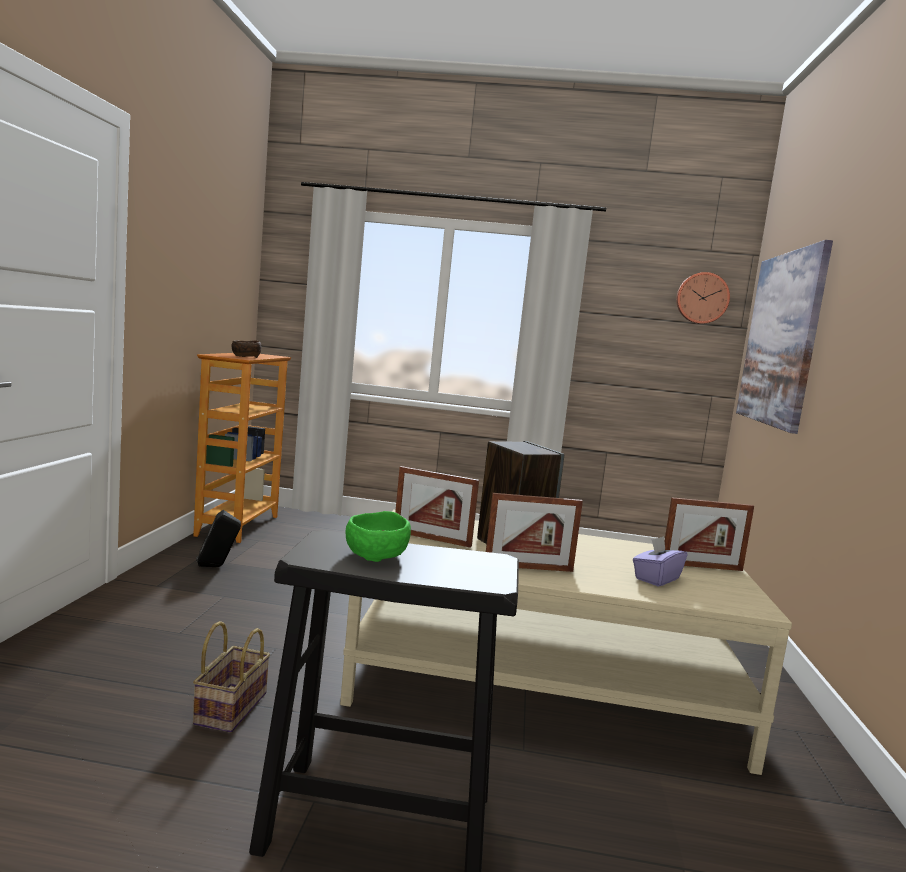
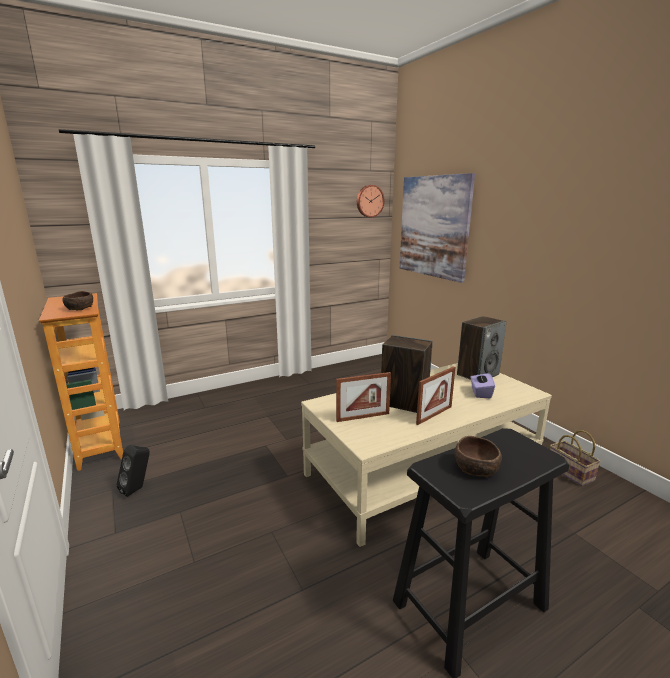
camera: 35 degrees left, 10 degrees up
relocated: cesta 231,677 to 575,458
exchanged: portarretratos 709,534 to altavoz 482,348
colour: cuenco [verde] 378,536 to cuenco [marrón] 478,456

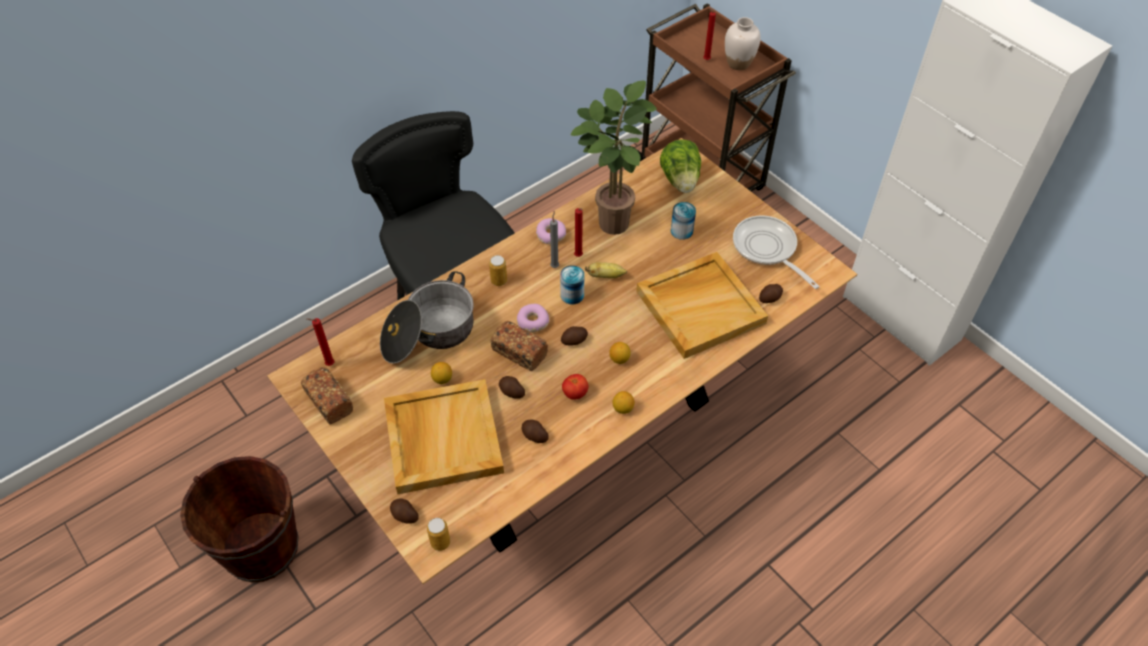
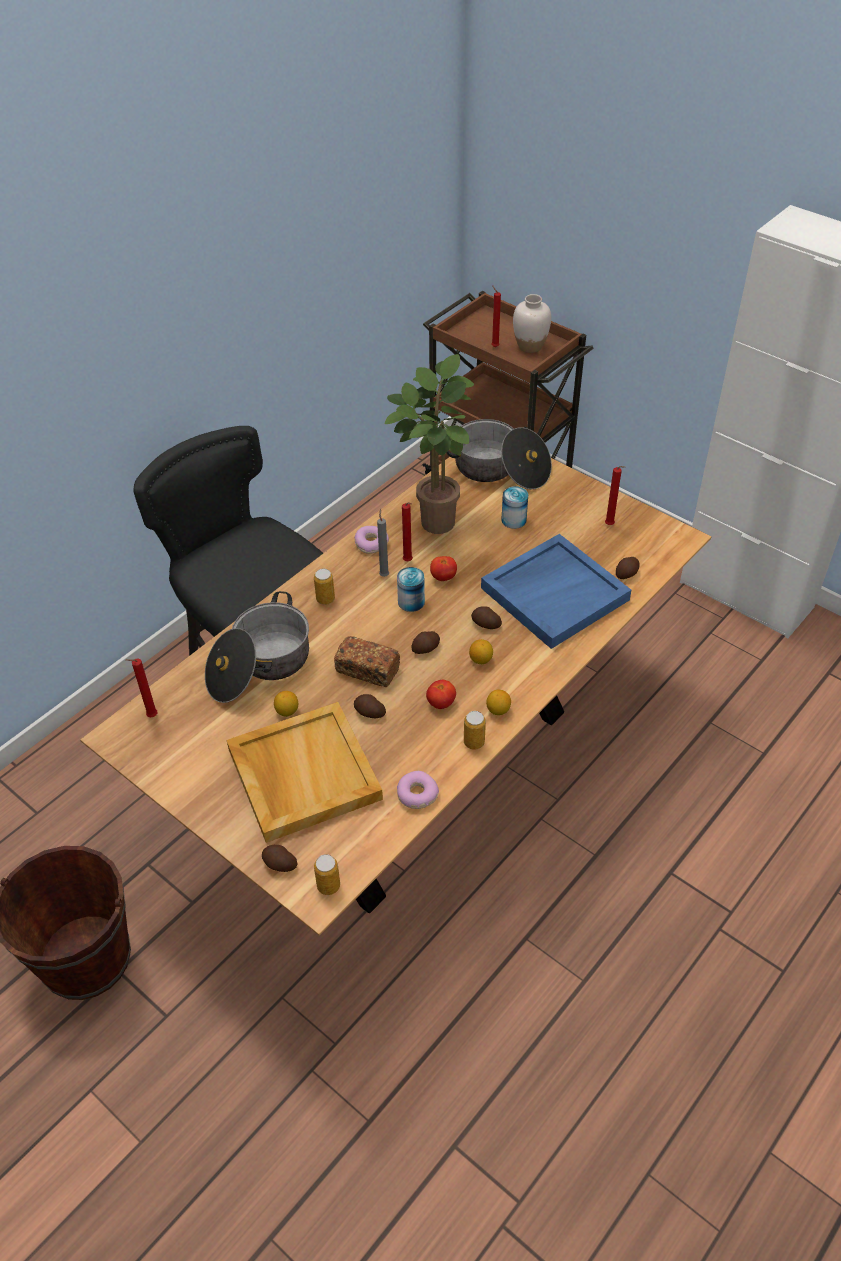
camera: 10 degrees left, 5 degrees down
missing: pan 327,395
appeared: lata 475,730
relocated: rosquilla 533,318 to 418,790; patata 535,431 to 486,617
exchanged: lechuga 680,166 to olla 499,454; sartén 776,252 to vela [rojo] 615,495; plátano 606,270 to tomate 443,568
colour: bandeja [beis] 702,305 to bandeja [azul] 556,591

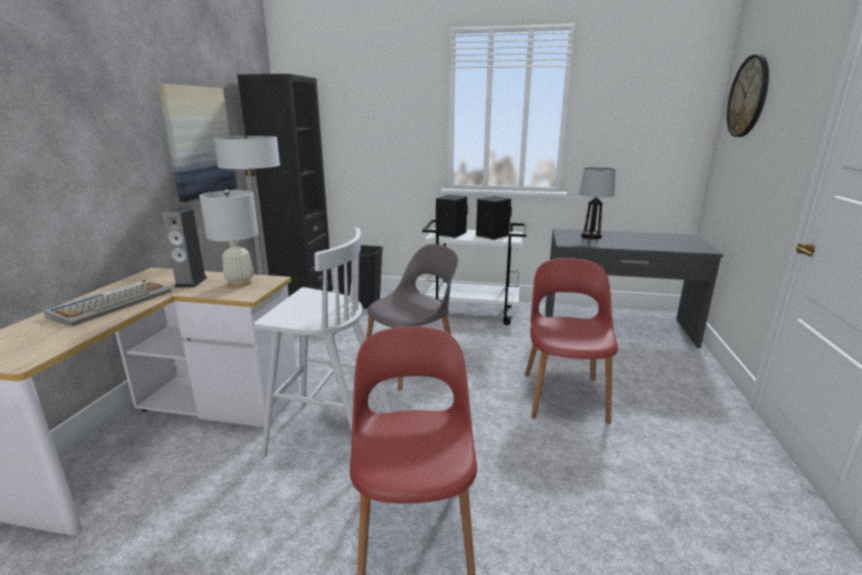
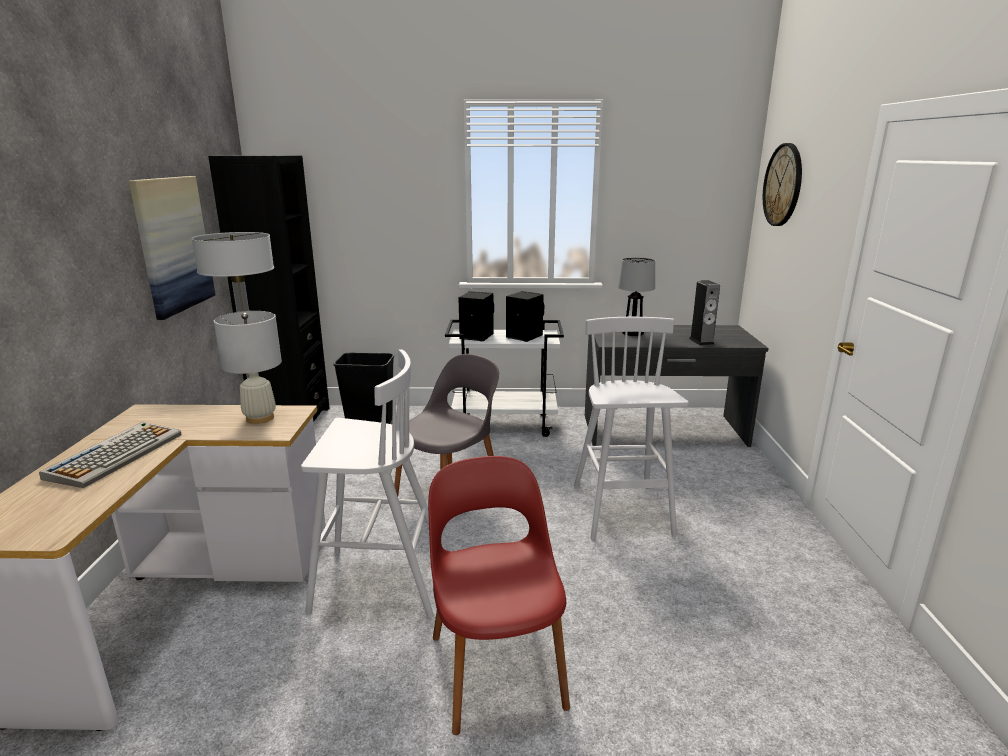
camera: 10 degrees left, 0 degrees up
relocated: altavoz 184,247 to 704,312
exchanged: silla [rojo] 571,341 to taburete [blanco] 631,428

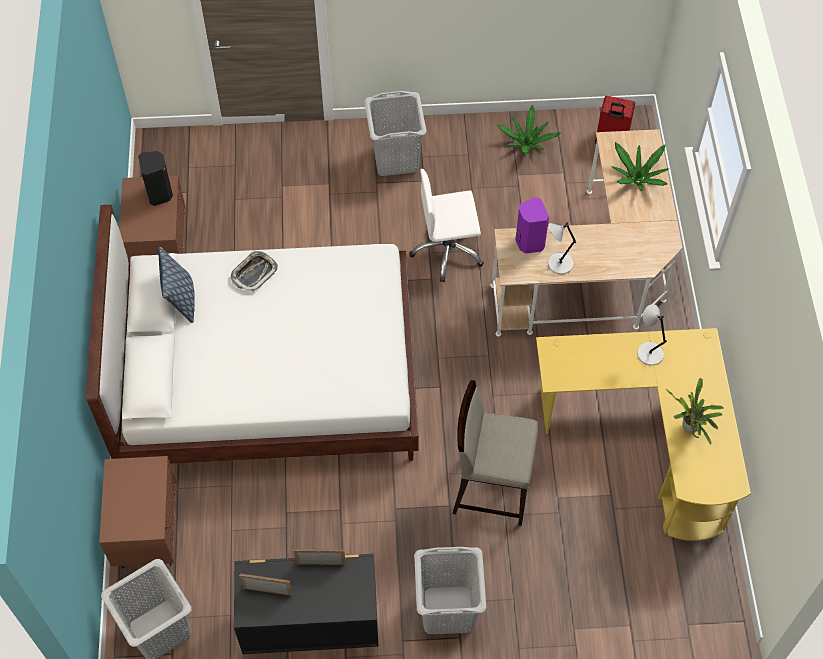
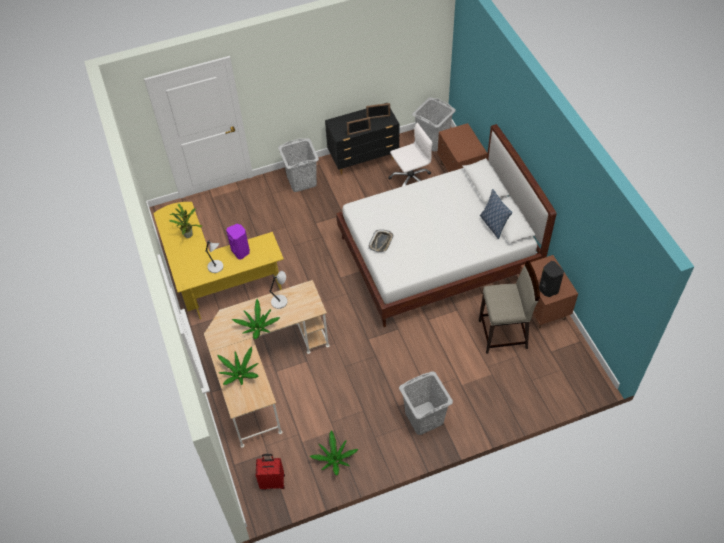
camera: 165 degrees right, 5 degrees down
appeared: planta en maceta 256,319
relocated: silla de oficina [blanco] 446,225 to 410,154; altavoz [morado] 532,225 to 238,241; bandeja 254,271 to 381,240; taburete [beis] 495,453 to 509,307

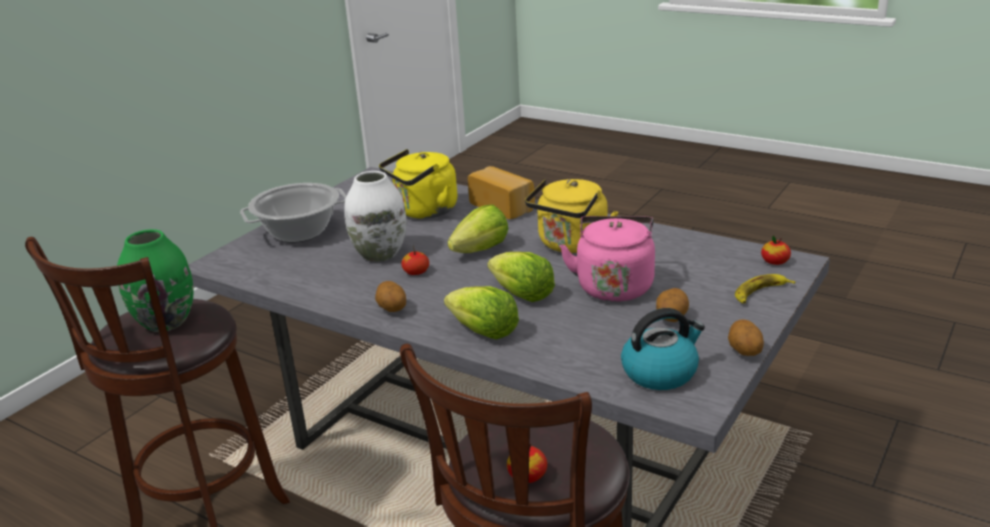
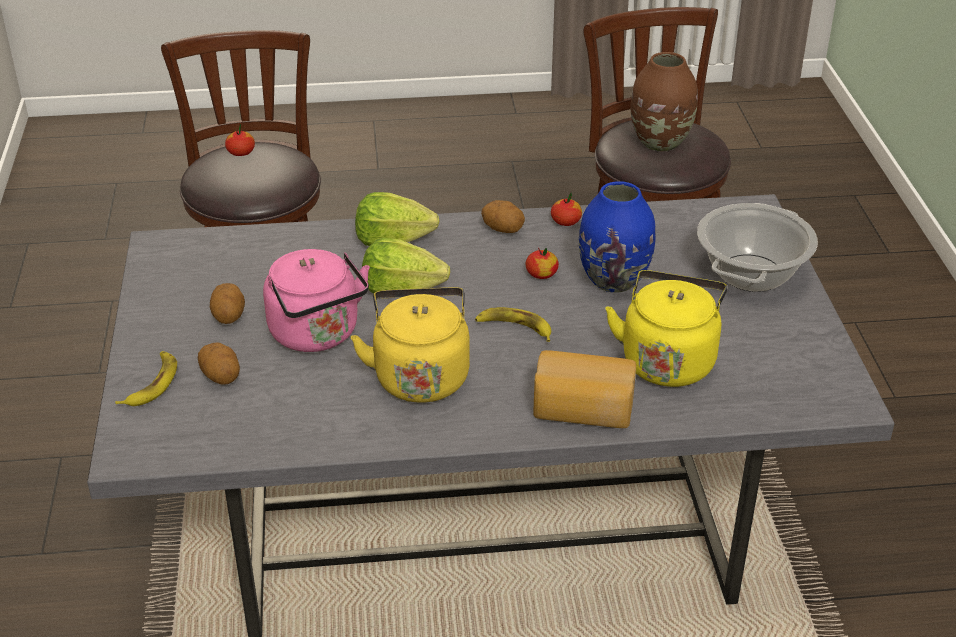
camera: 140 degrees right, 10 degrees up
missing: hervidor 663,349
relocated: manzana 776,250 to 566,209; patata 746,337 to 219,363
exchanged: lechuga 478,229 to plátano 513,324
colour: florero [blanco] 375,216 to florero [azul] 617,237; florero [verde] 155,280 to florero [marrón] 664,102

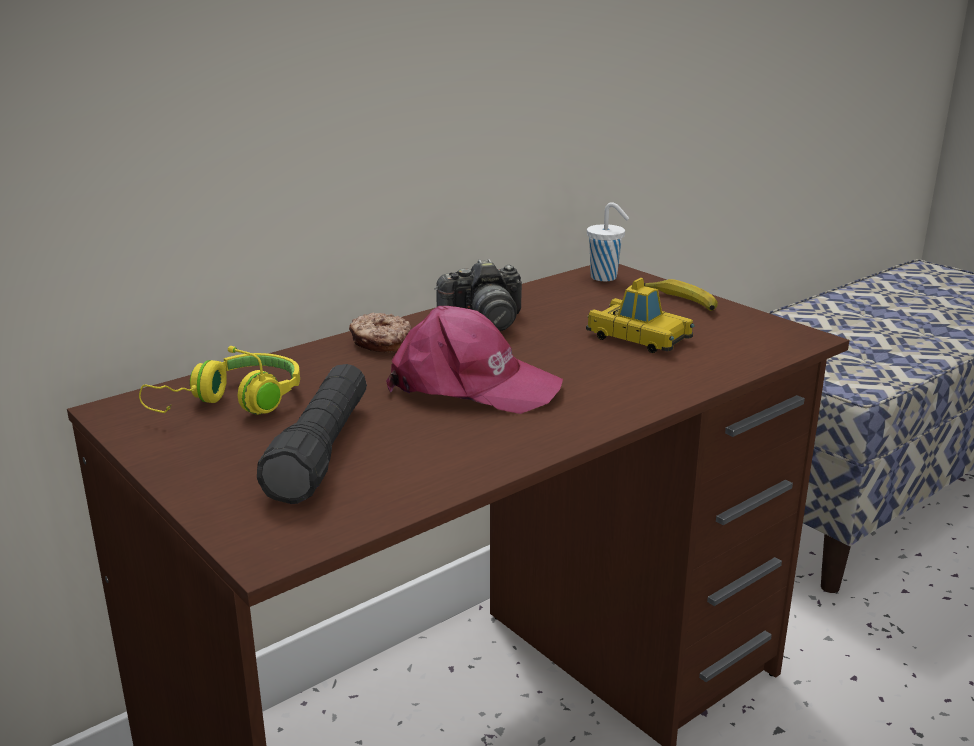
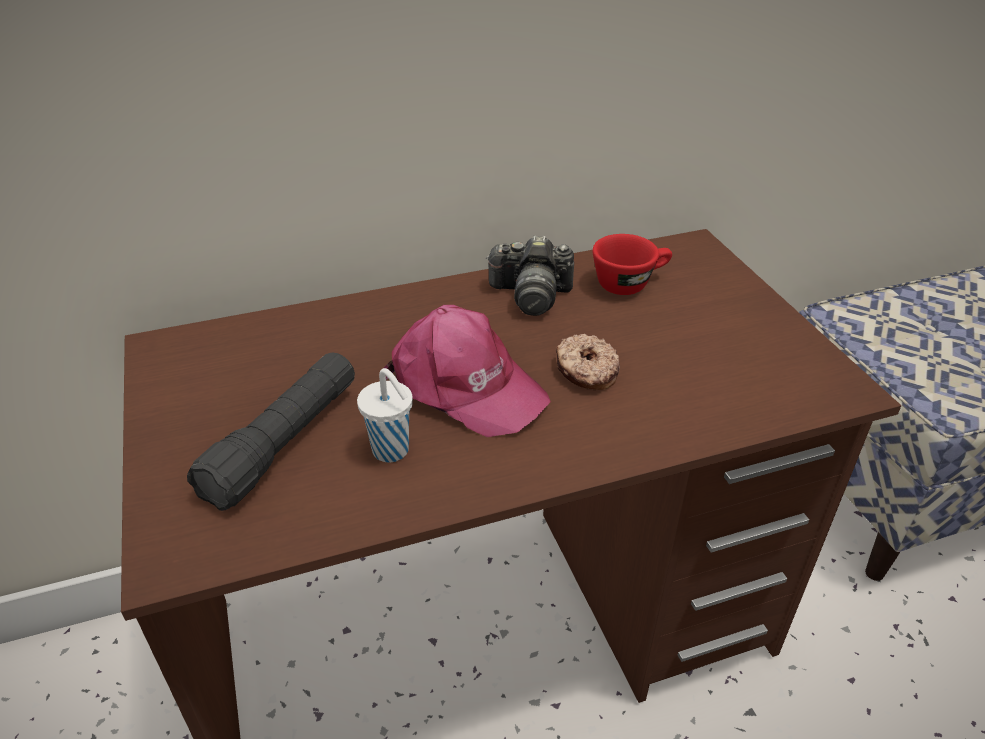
camera: 20 degrees right, 15 degrees up
missing: coche de juguete 640,315; plátano 681,295; auriculares [amarillo] 219,380
appeared: taza [rojo] 632,264
relocated: taza [blanco] 608,241 to 385,415; rosquilla 380,332 to 588,362

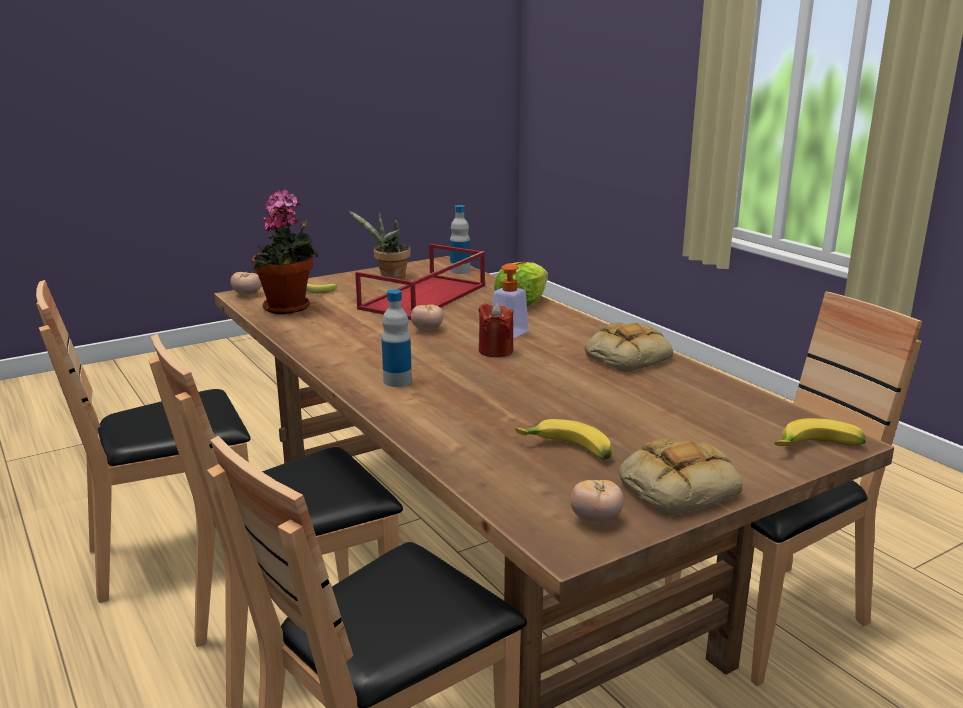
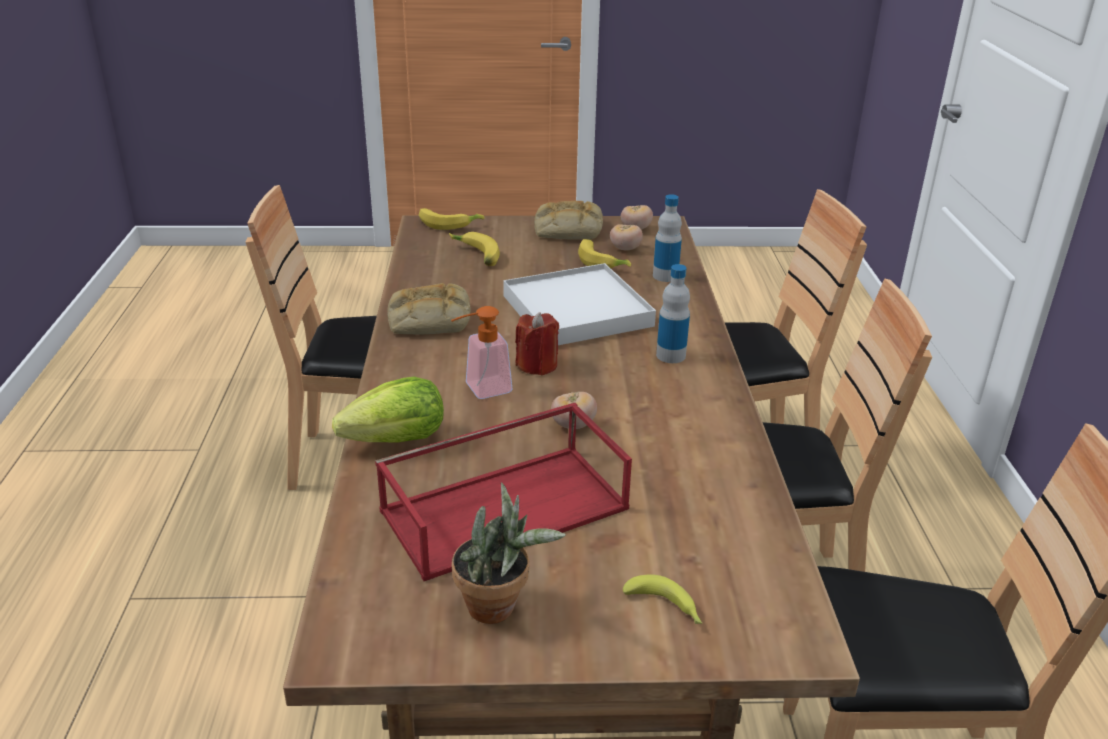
camera: 150 degrees left, 10 degrees up
missing: planta en maceta 285,251
appeared: plátano 474,249; bandeja [blanco] 579,304
relocated: botella 460,239 to 667,238; tomate 246,283 to 626,237

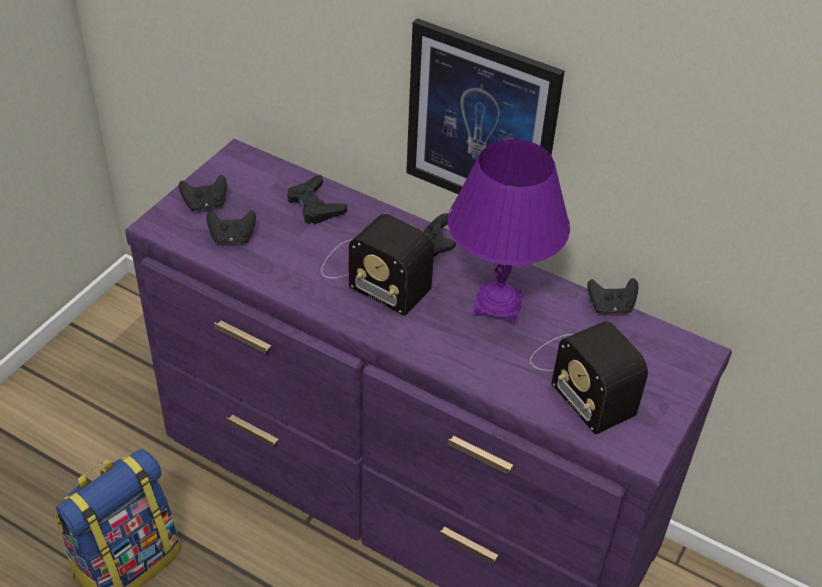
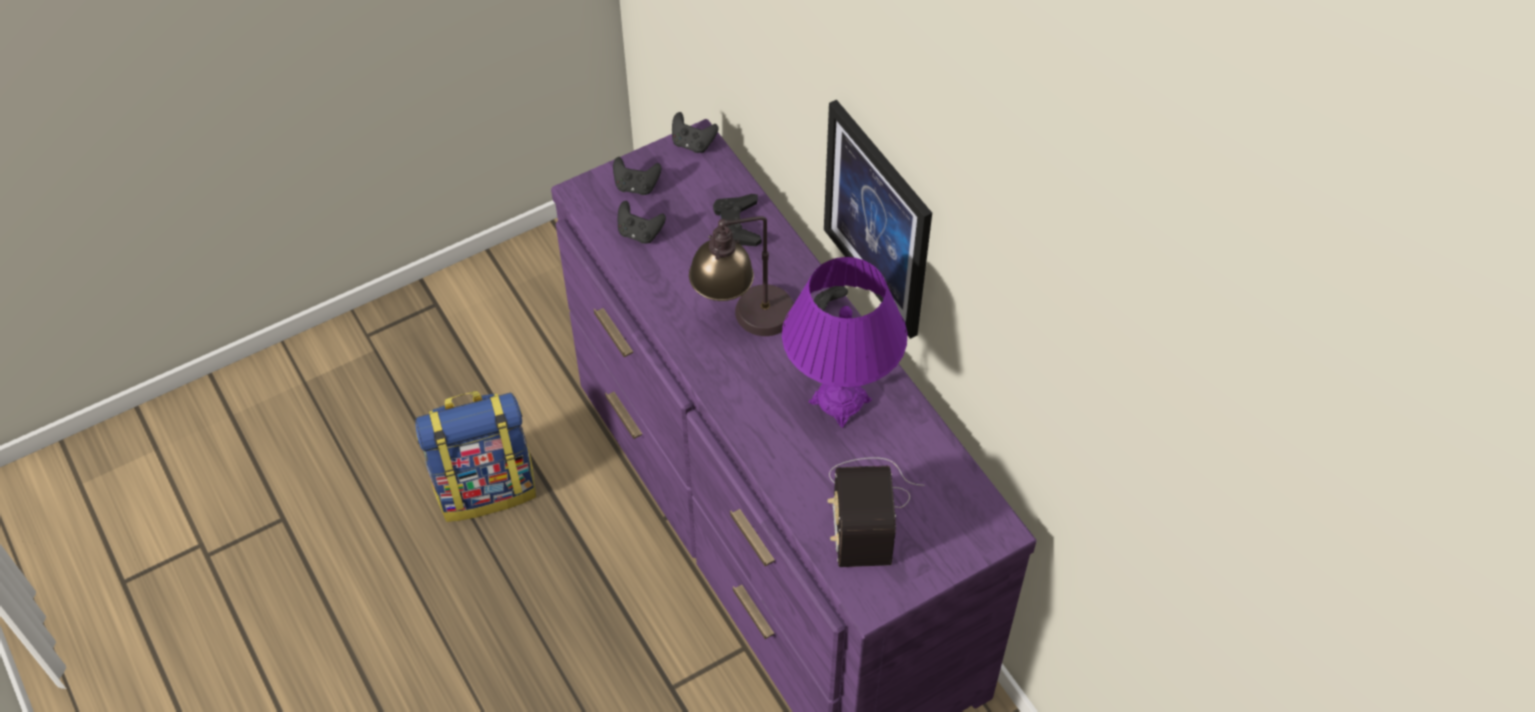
camera: 30 degrees right, 10 degrees up
relocated: mando de consola [negro] 612,296 to 695,132
exchanged: radio 377,265 to lámpara de mesa 741,276

